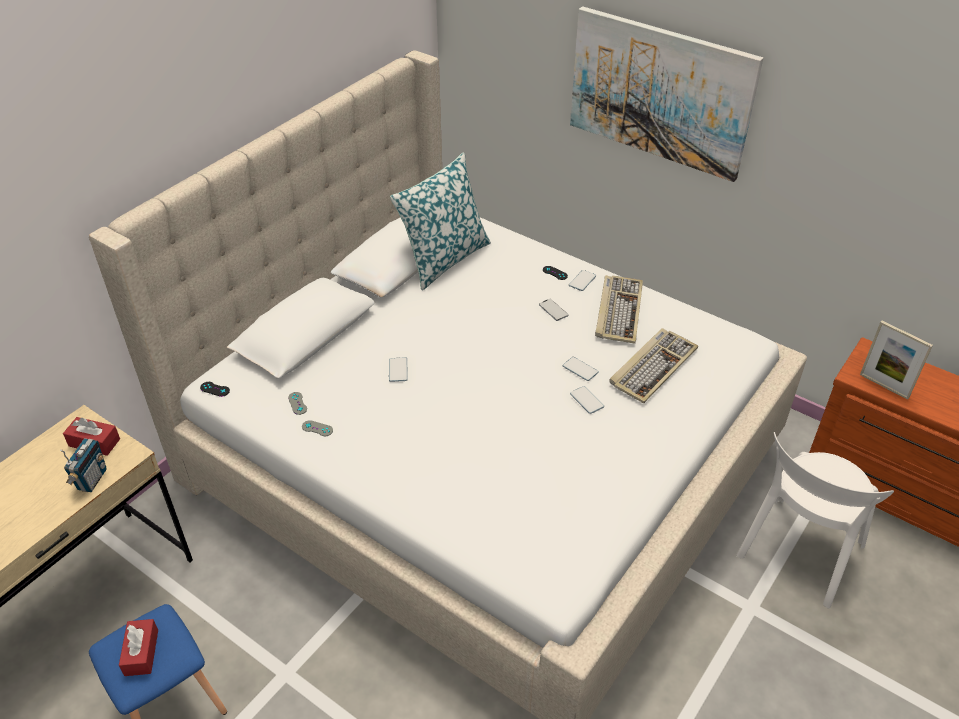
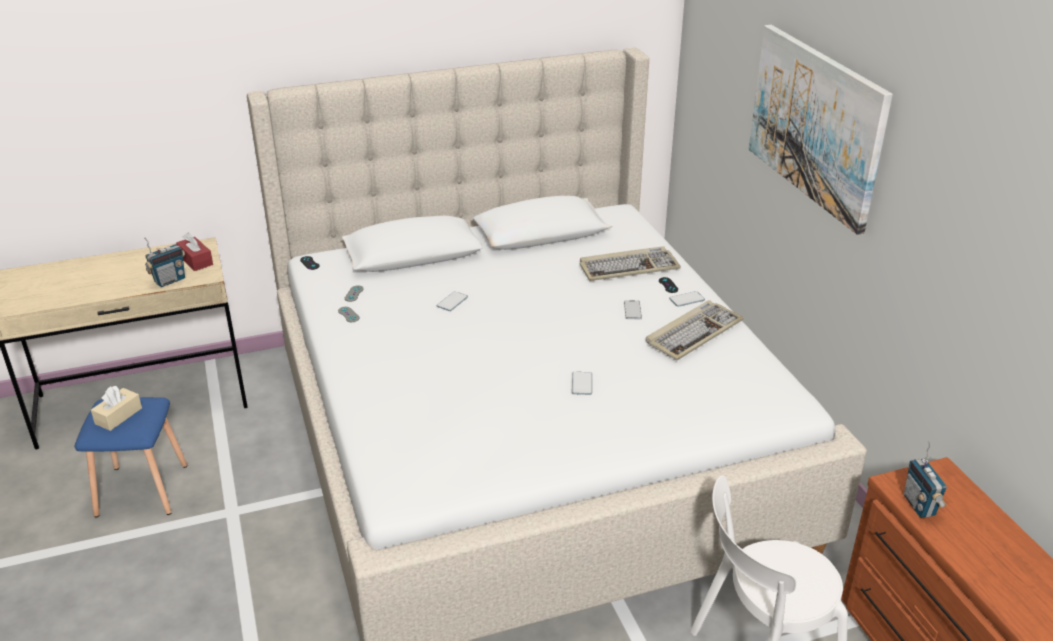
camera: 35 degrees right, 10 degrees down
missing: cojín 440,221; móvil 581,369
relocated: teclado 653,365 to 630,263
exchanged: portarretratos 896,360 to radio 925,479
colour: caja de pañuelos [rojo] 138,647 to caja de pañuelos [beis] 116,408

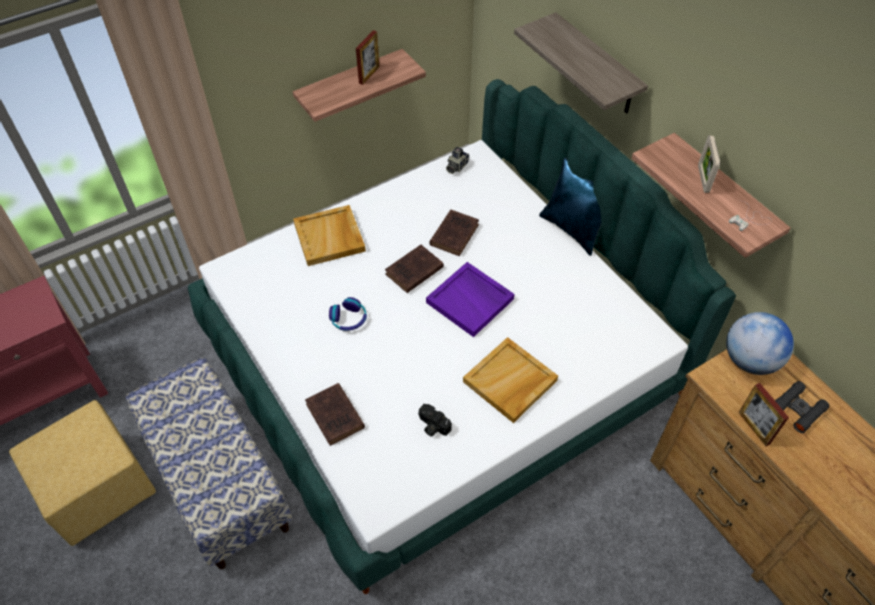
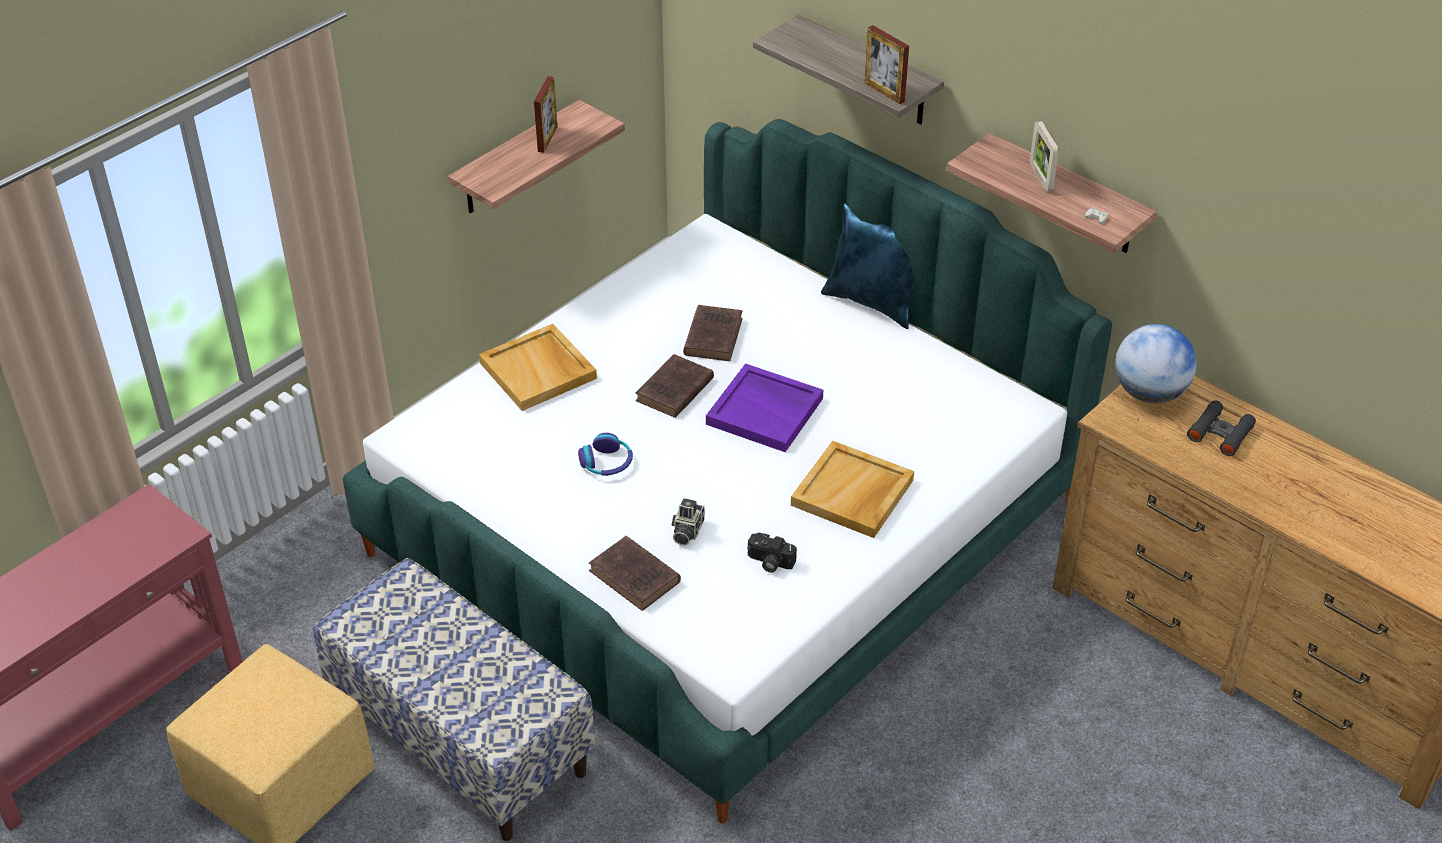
camera: 15 degrees left, 10 degrees down
relocated: cámara 457,160 to 688,522; portarretratos 763,414 to 887,64

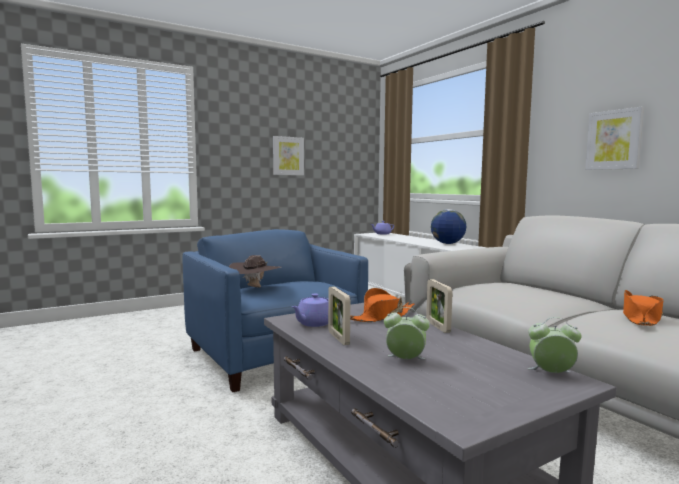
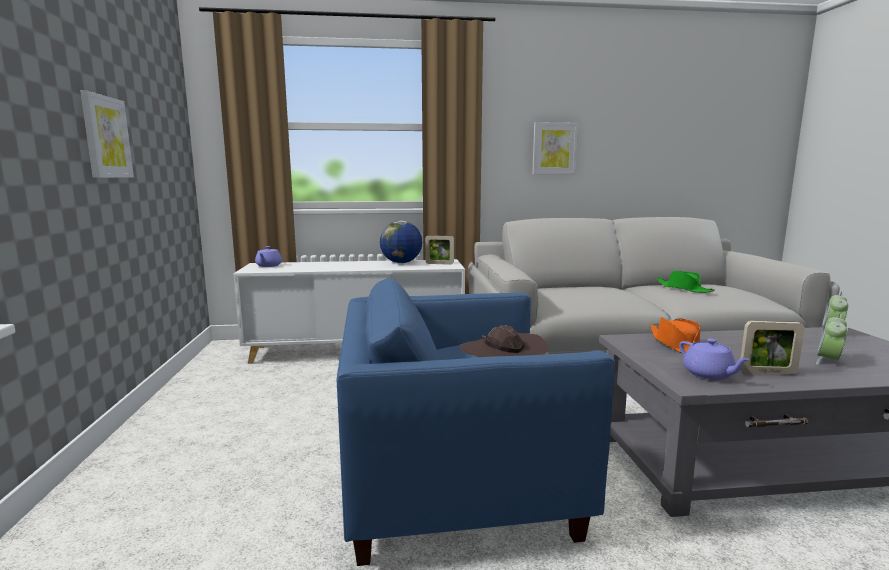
camera: 65 degrees left, 5 degrees up
relocated: portarretratos 439,306 to 439,250
colour: sombrero [naranja] 643,308 to sombrero [verde] 685,282

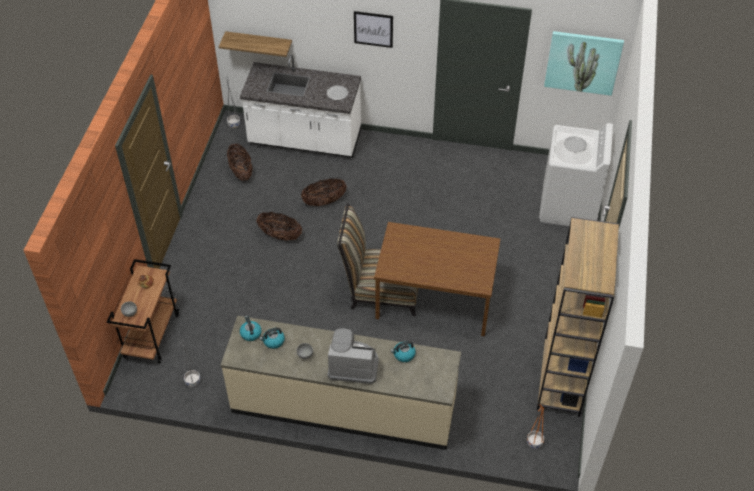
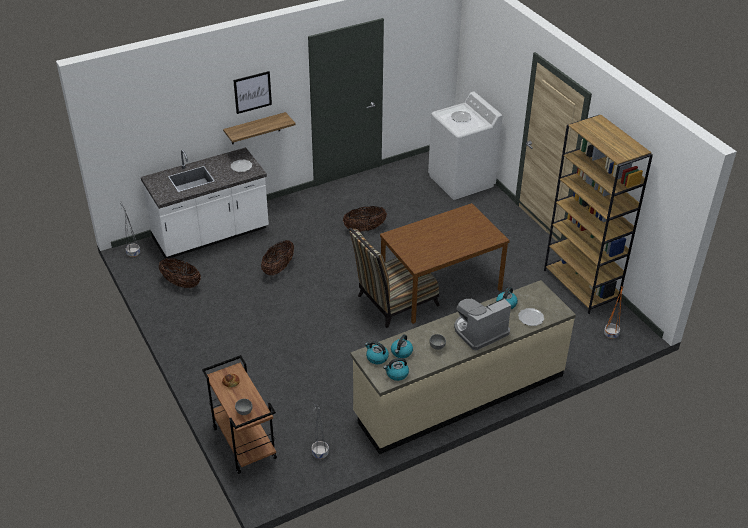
camera: 40 degrees left, 10 degrees down
missing: cuadro 584,63
appeared: plato 531,317; hervidor 396,369
relocated: estante 255,44 to 259,128; cesta 279,226 to 365,219

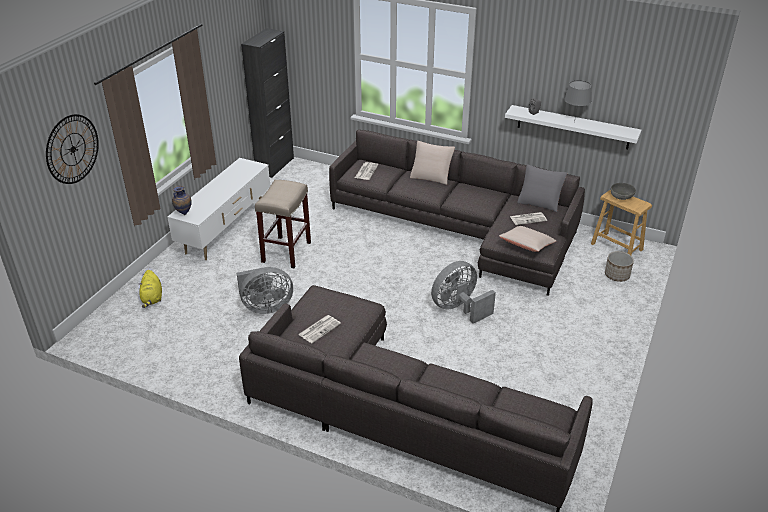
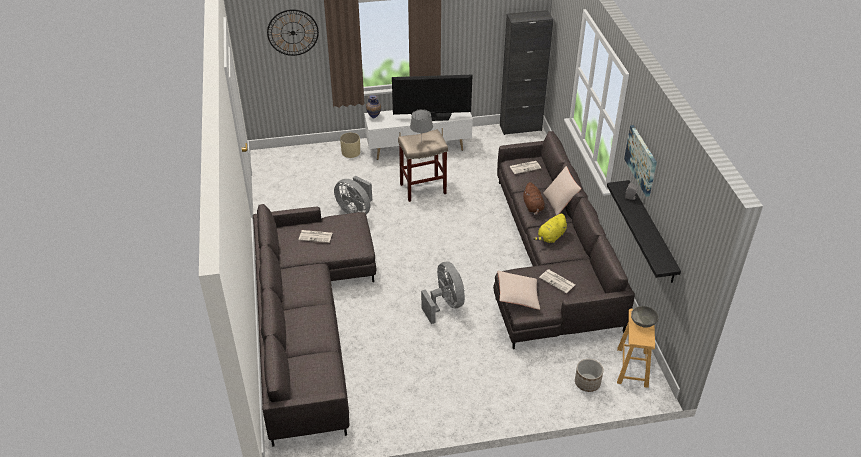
camera: 55 degrees right, 5 degrees up
missing: cojín [gris] 542,188
appeared: televisor 432,98; cuadro 640,161; maceta [beis] 350,145; peluche [marrón] 534,199
relocated: lámpara de mesa [gris] 578,101 to 421,123; peluche [amarillo] 150,289 to 550,229
colour: estante [blanco] 573,127 to estante [negro] 644,231
spun: ventilador [gris] 463,292 = 443,293 45 degrees clockwise

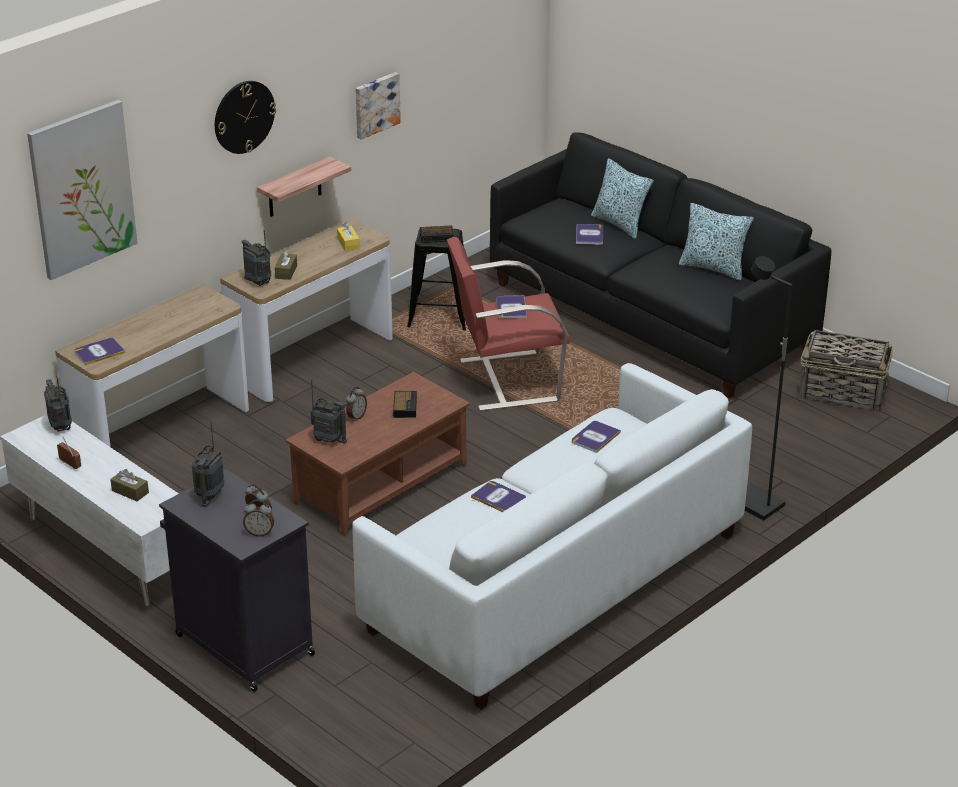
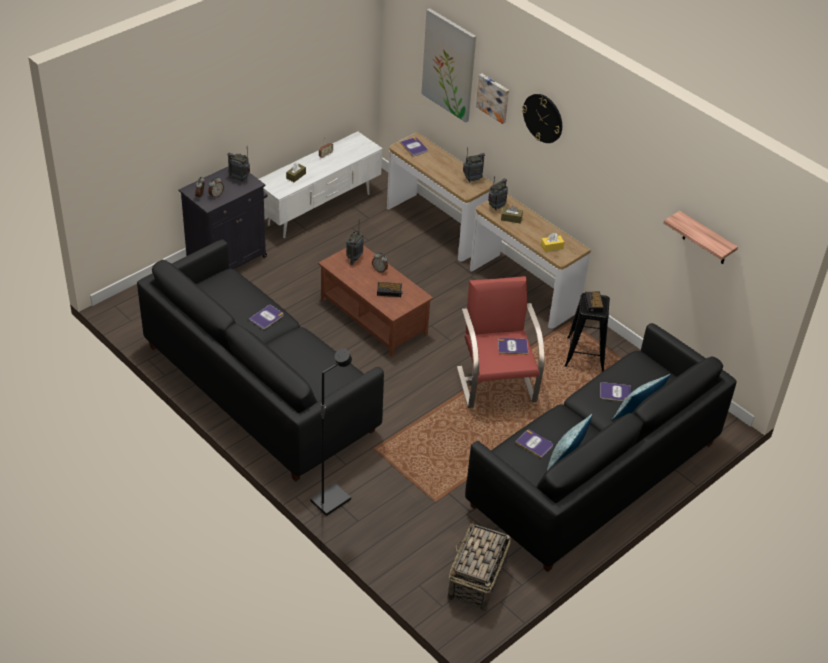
camera: 90 degrees right, 10 degrees up
relocated: cuadro 378,106 to 492,98; estante 304,186 to 700,237; radio 58,404 to 474,164; libro 596,437 to 534,444
colour: sofá [blanco] 552,536 to sofá [negro] 260,360

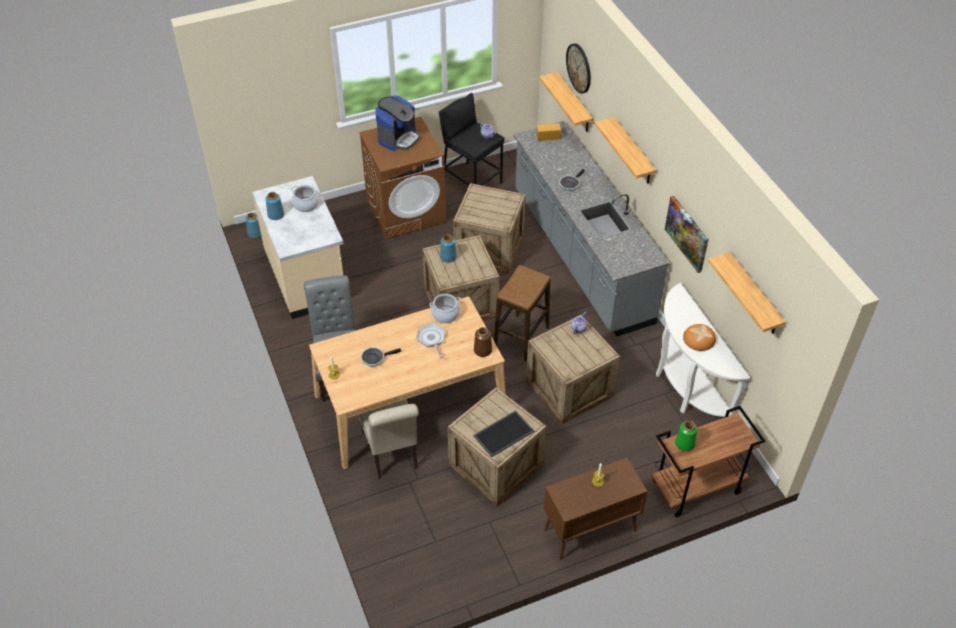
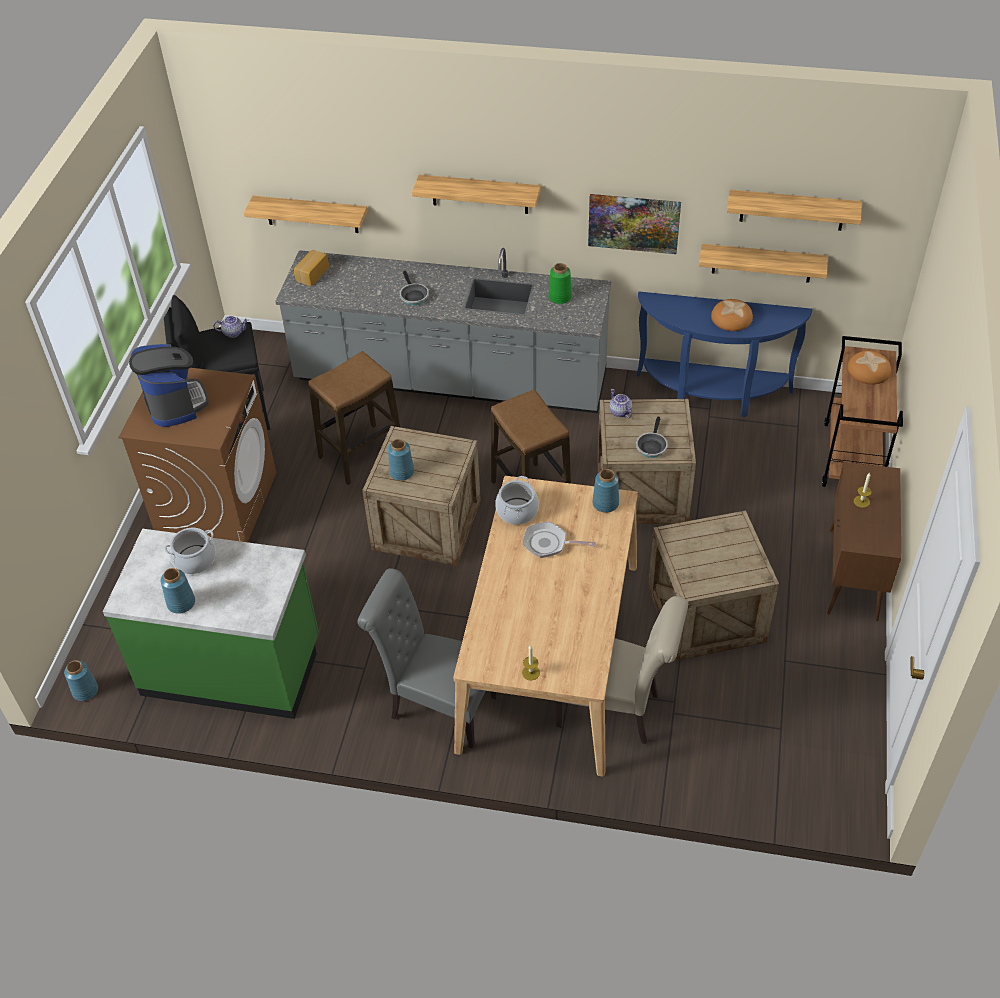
camera: 55 degrees left, 0 degrees up
missing: reloj de pared 578,68; bandeja 503,433
appeared: estante 763,263; pan 869,367
relocated: sartén 381,357 to 652,437; florero [verde] 686,436 to 560,283
exchanged: caja de embalaje 489,228 to taburete 354,418
colour: mueble bajo de cocina [beis] 297,247 to mueble bajo de cocina [verde] 211,624; mesa consola [blanco] 703,350 to mesa consola [azul] 724,354; florero [marrón] 483,342 to florero [azul] 605,491

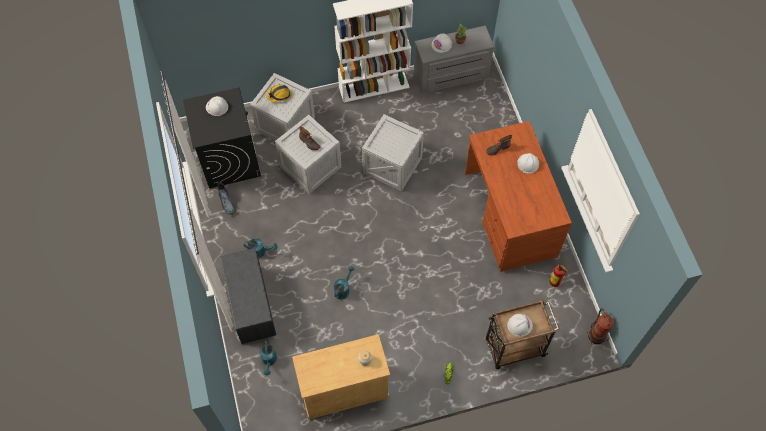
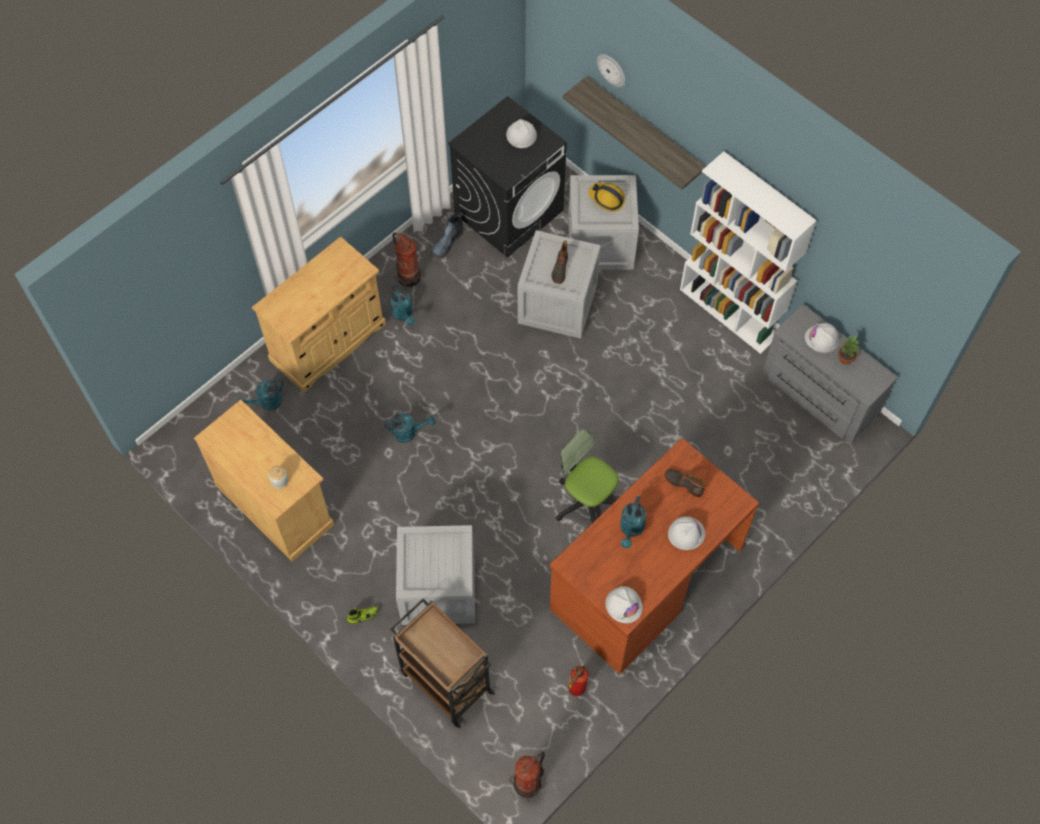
camera: 60 degrees right, 0 degrees up
appeared: reloj de pared 611,70; estante 634,133; extintor 408,260; silla de oficina 587,476; regadera [turquesa] 633,522
relocated: caja de embalaje 393,152 to 435,575; casco [blanco] 520,325 to 624,604
exchanged: banco [gris] 248,296 to armario [beis] 319,314

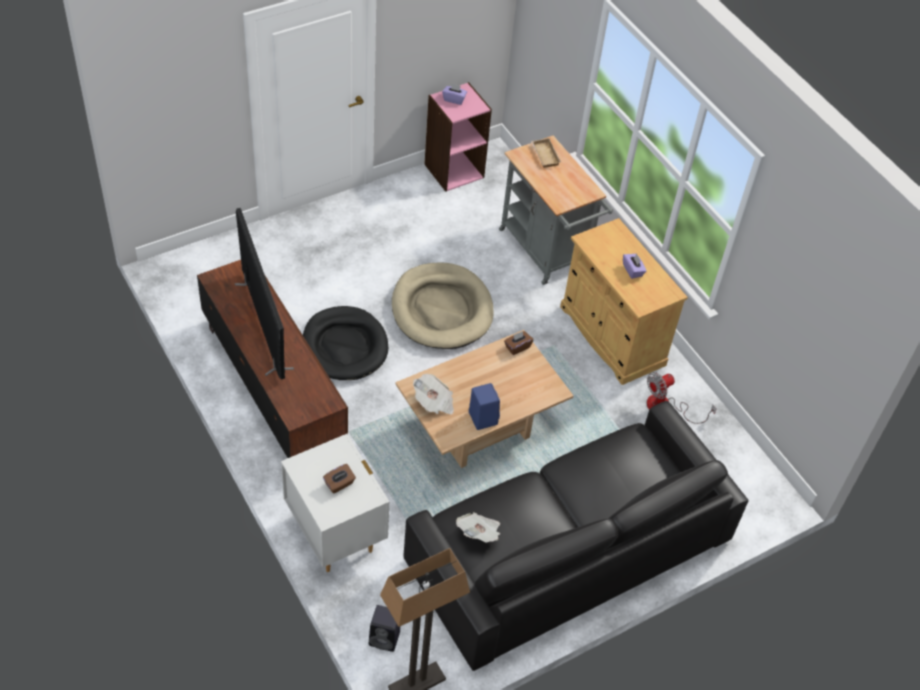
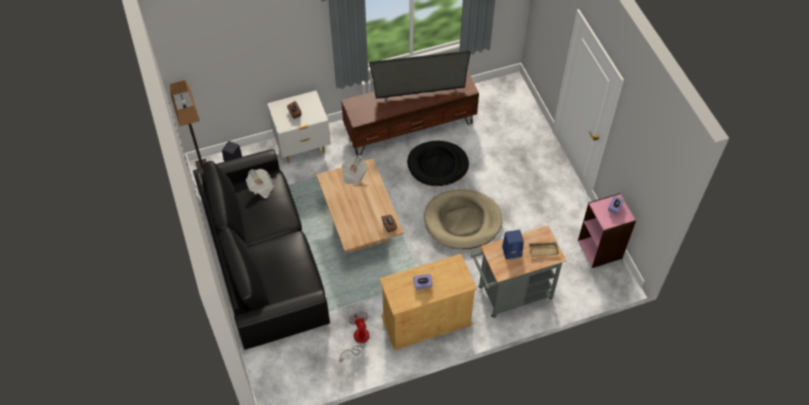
camera: 105 degrees right, 5 degrees up
relocated: altavoz [azul] 484,406 to 513,244

